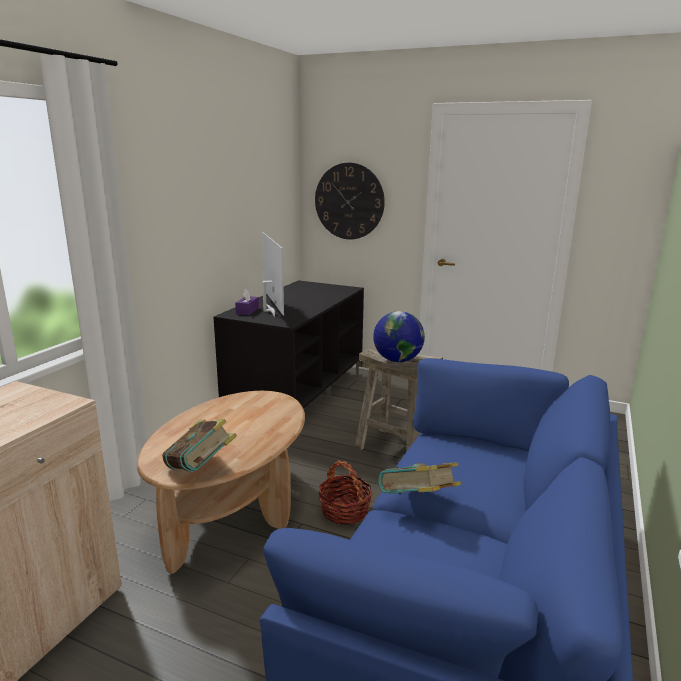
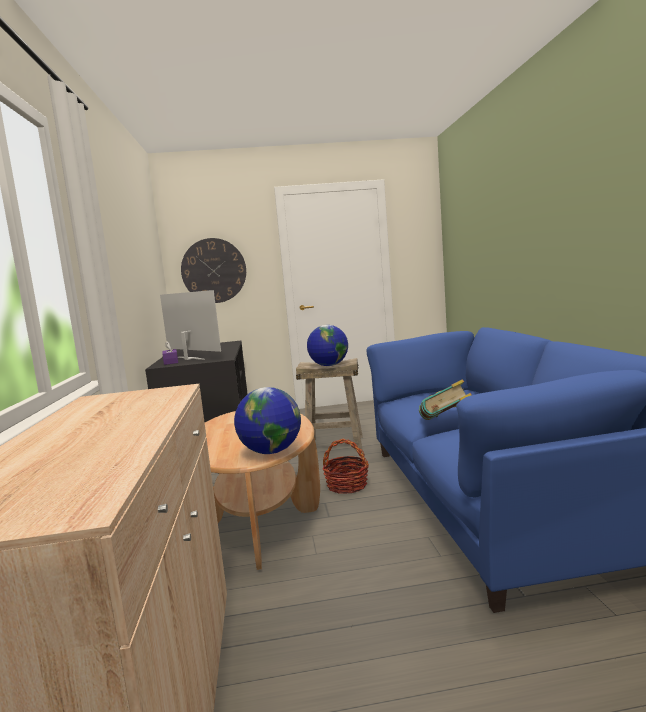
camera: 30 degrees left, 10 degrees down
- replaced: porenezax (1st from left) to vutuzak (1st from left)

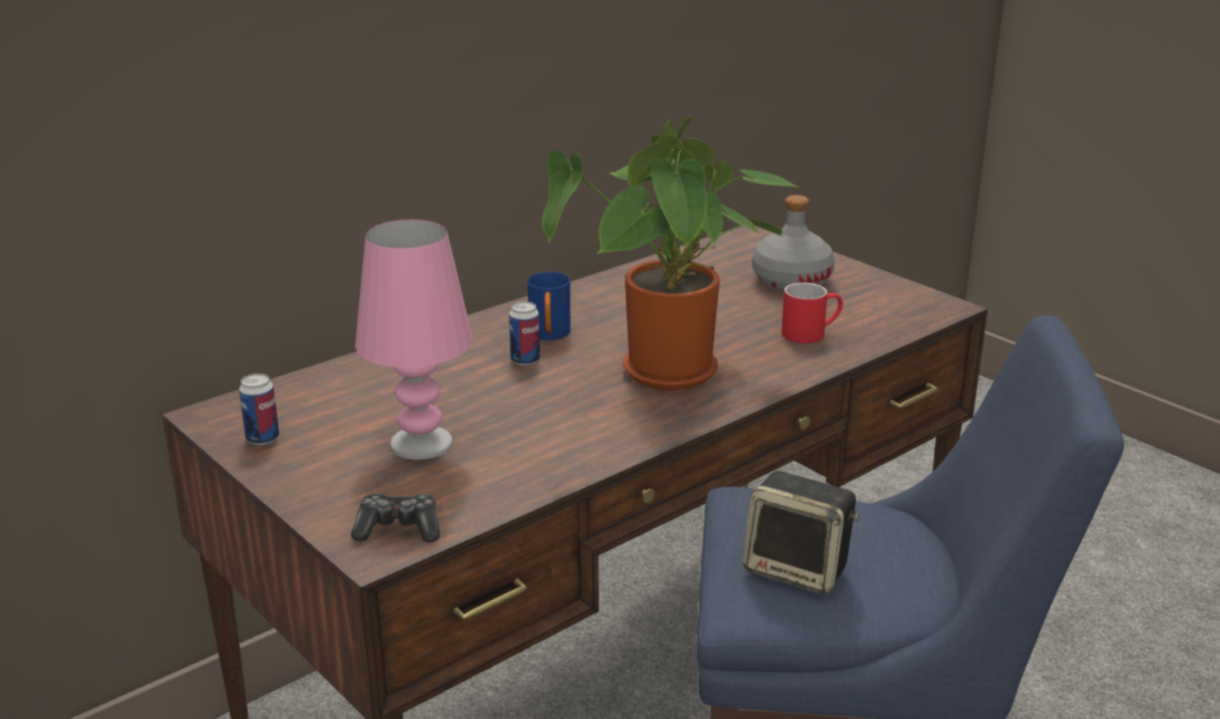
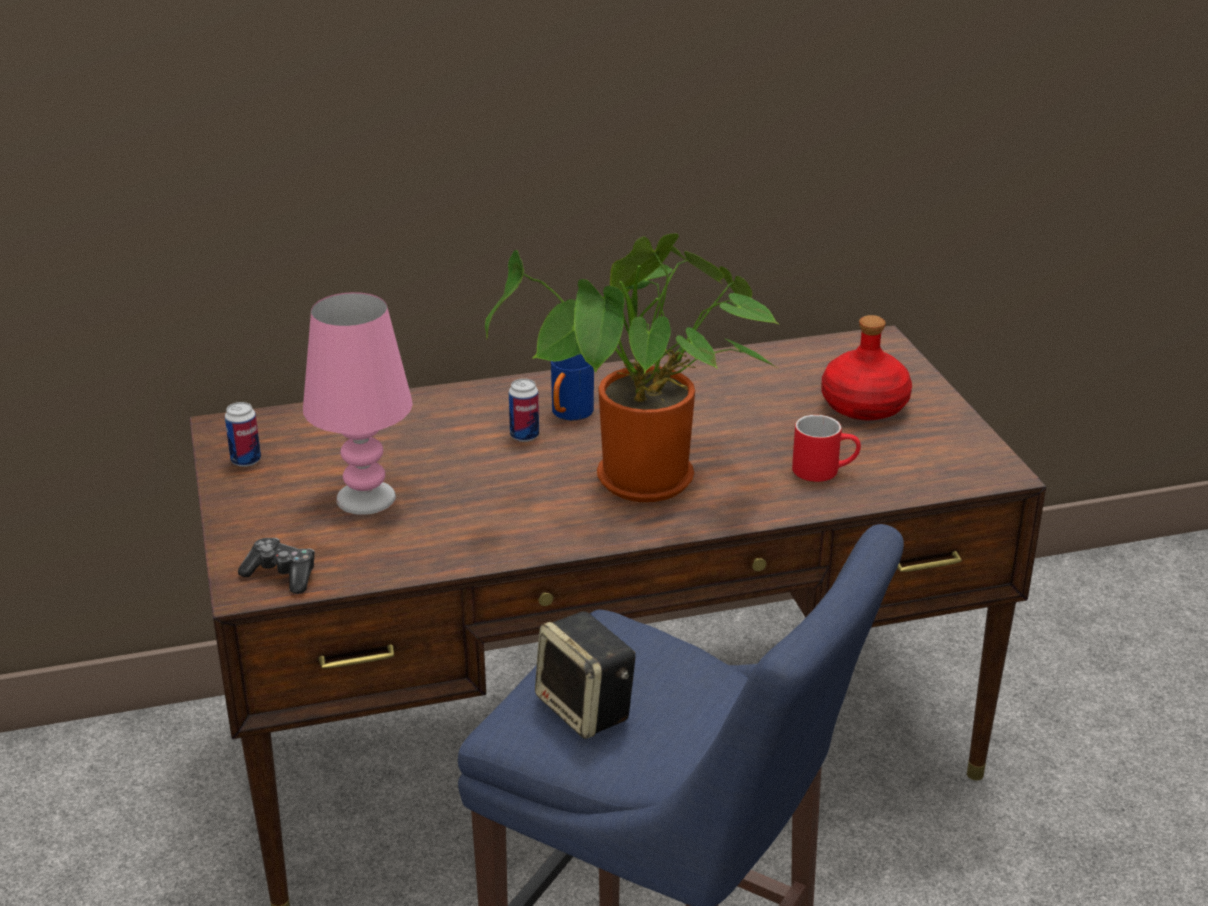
camera: 25 degrees right, 5 degrees up
- recoloured: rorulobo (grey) to rorulobo (red)

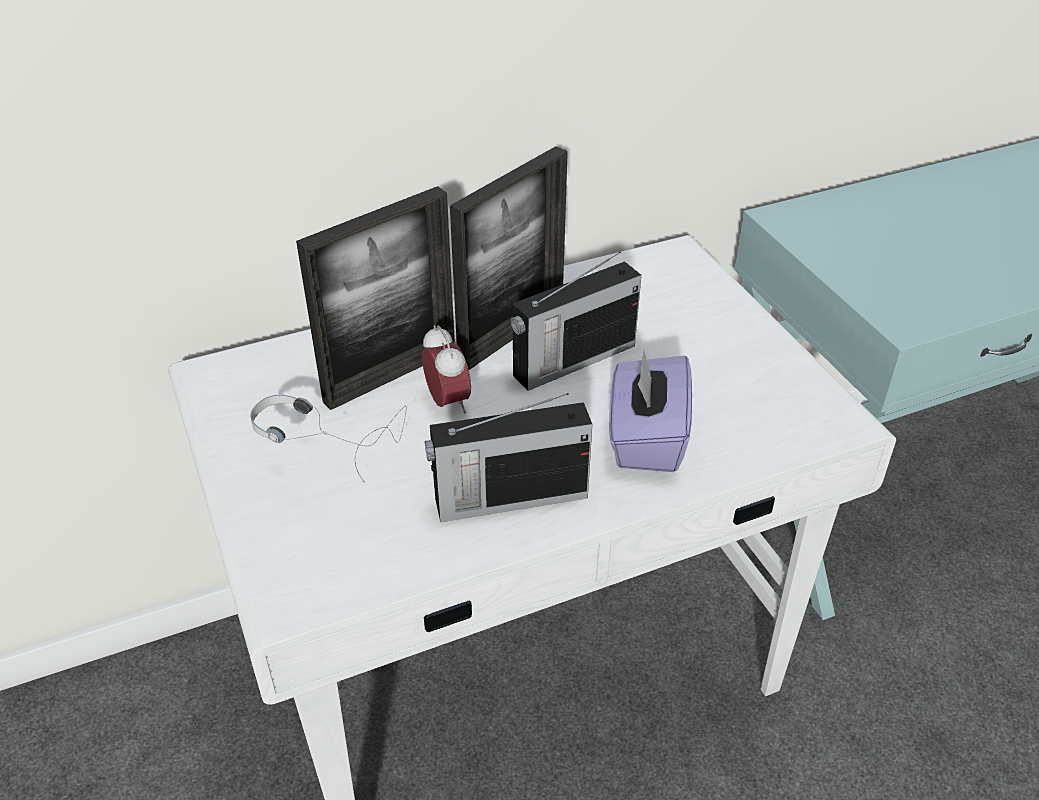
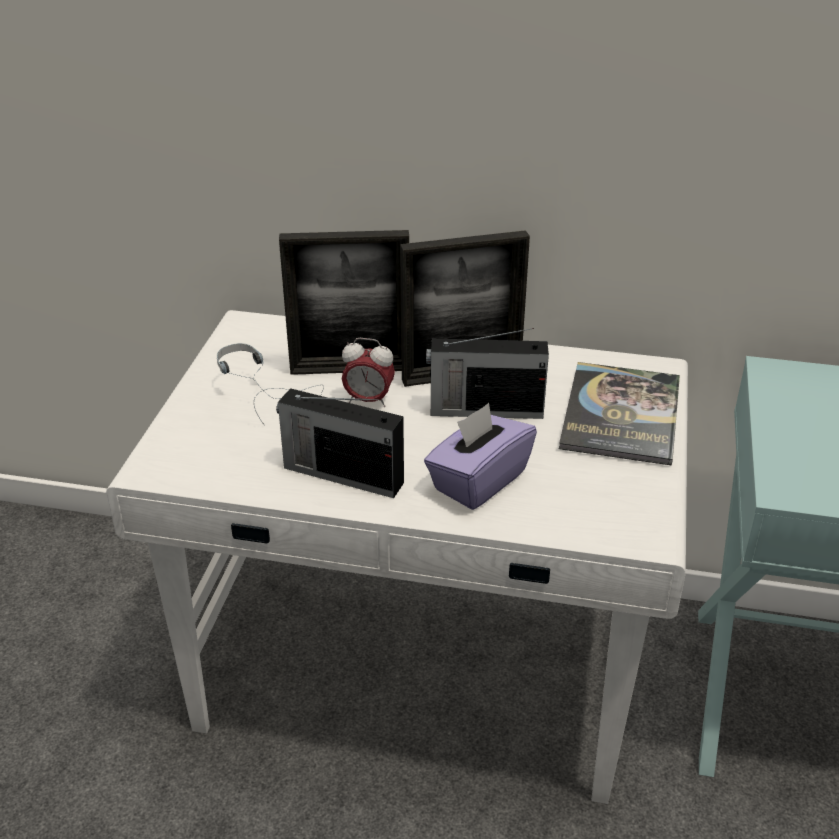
camera: 35 degrees right, 5 degrees down
- turned: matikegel 90 degrees clockwise
- added: porenezax

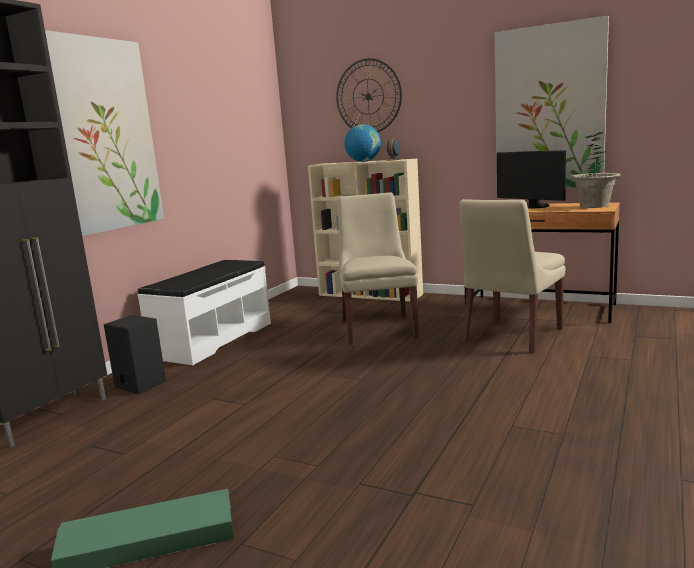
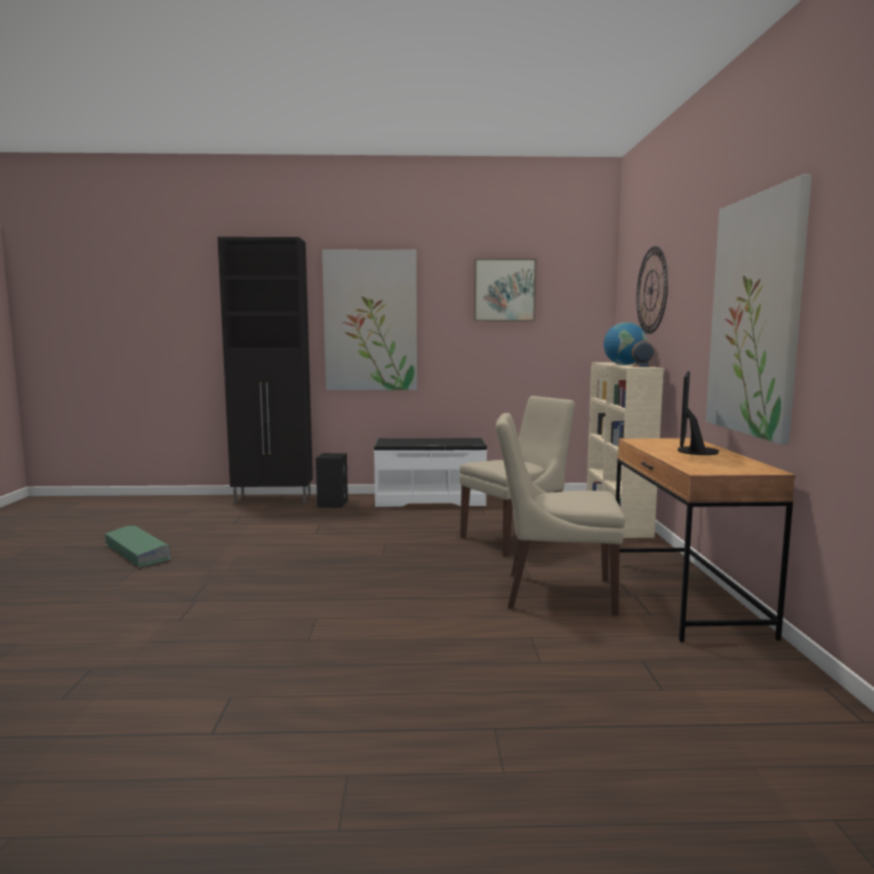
camera: 60 degrees right, 5 degrees down
- added: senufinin (2nd from left)
- removed: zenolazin

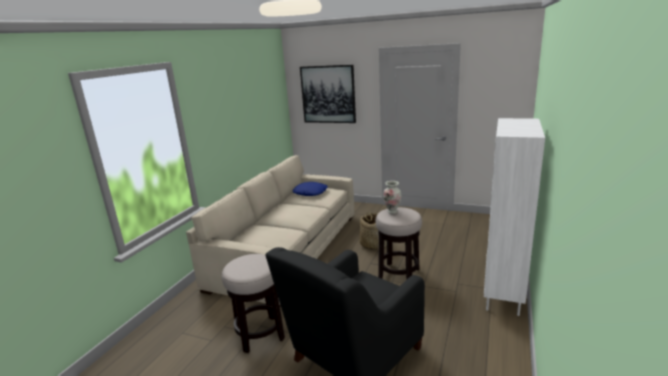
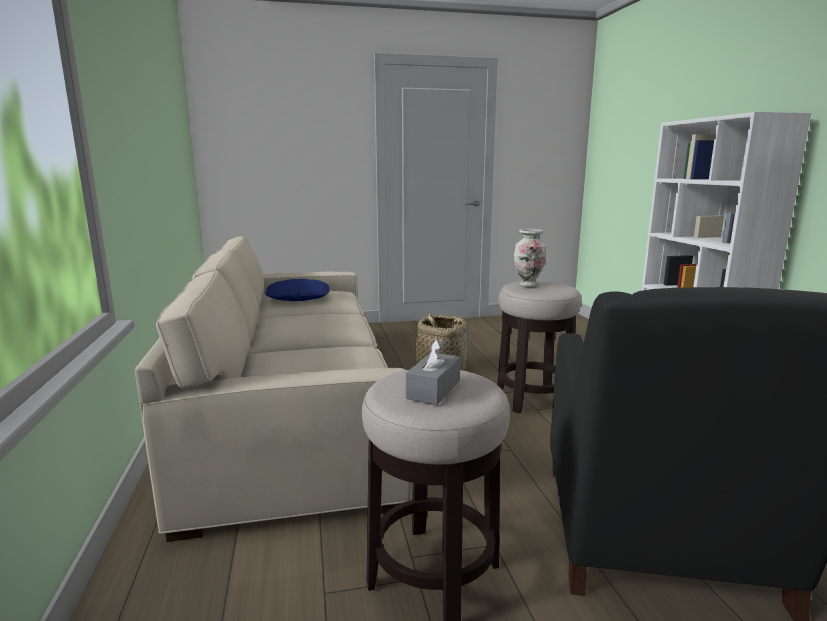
camera: 35 degrees left, 5 degrees down
- added: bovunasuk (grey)
- removed: senufinin

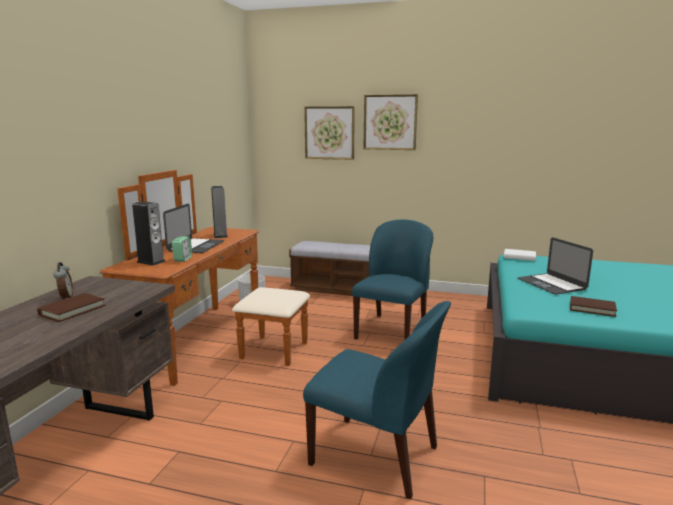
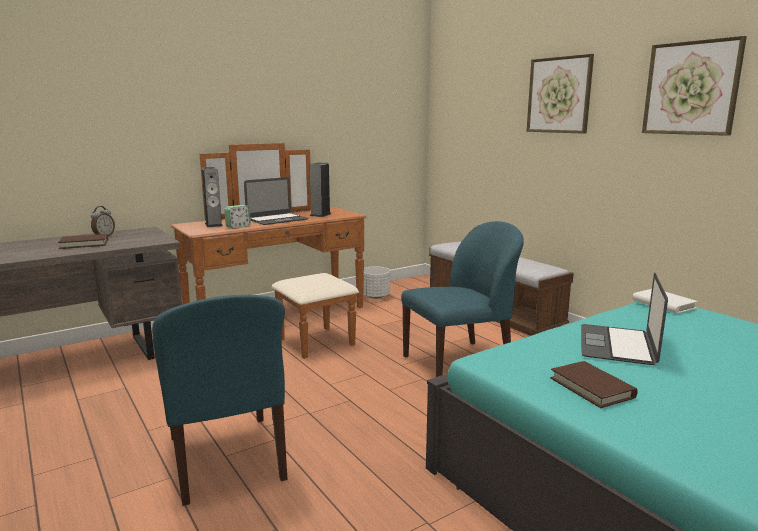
camera: 40 degrees right, 0 degrees up
- moved: senufinin (1st from left in the first image) to senufinin (2nd from left)

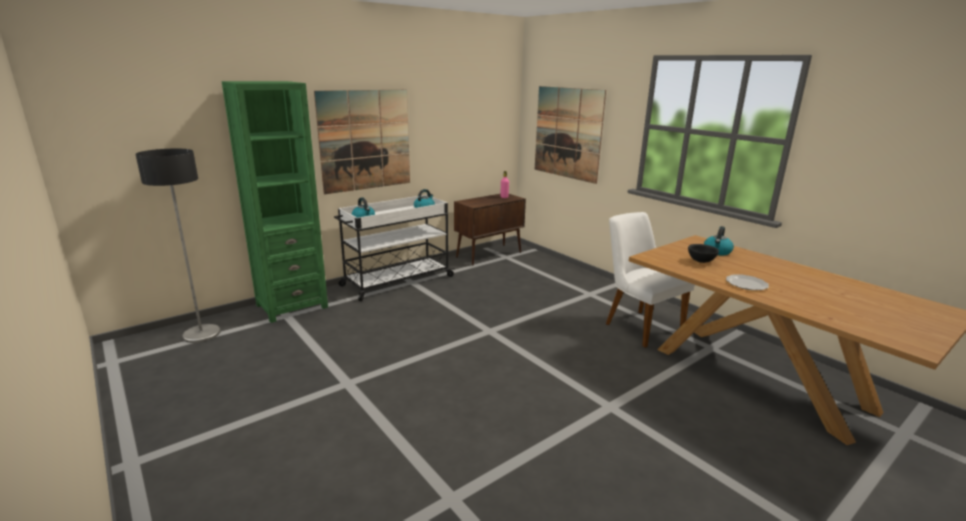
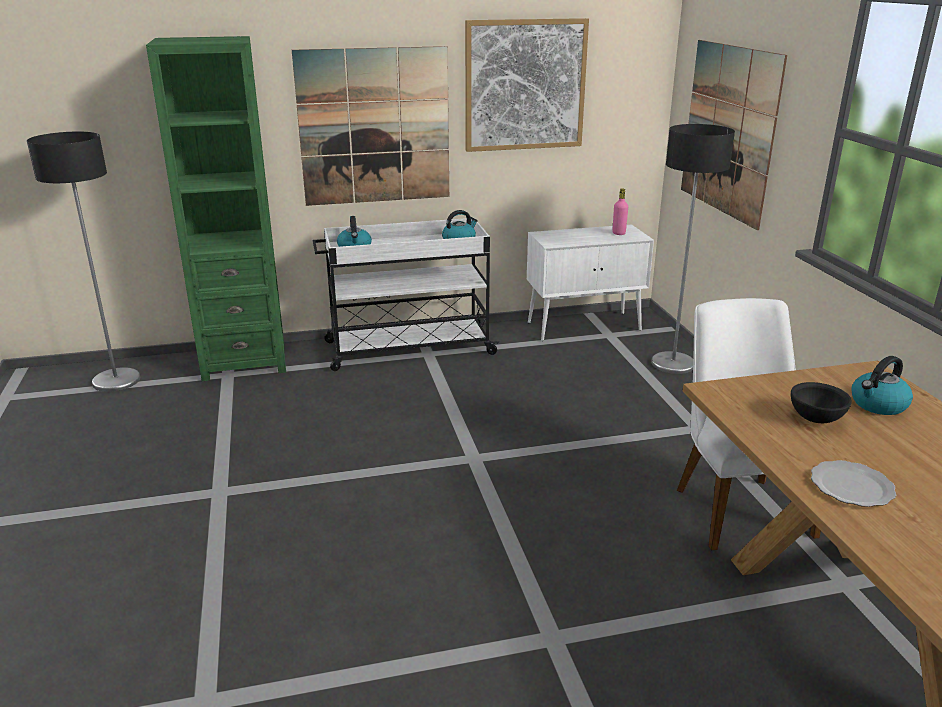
camera: 25 degrees right, 5 degrees up
- added: senufinin (2nd from left)
- recoloured: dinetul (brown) to dinetul (white)
- added: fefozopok (2nd from left)

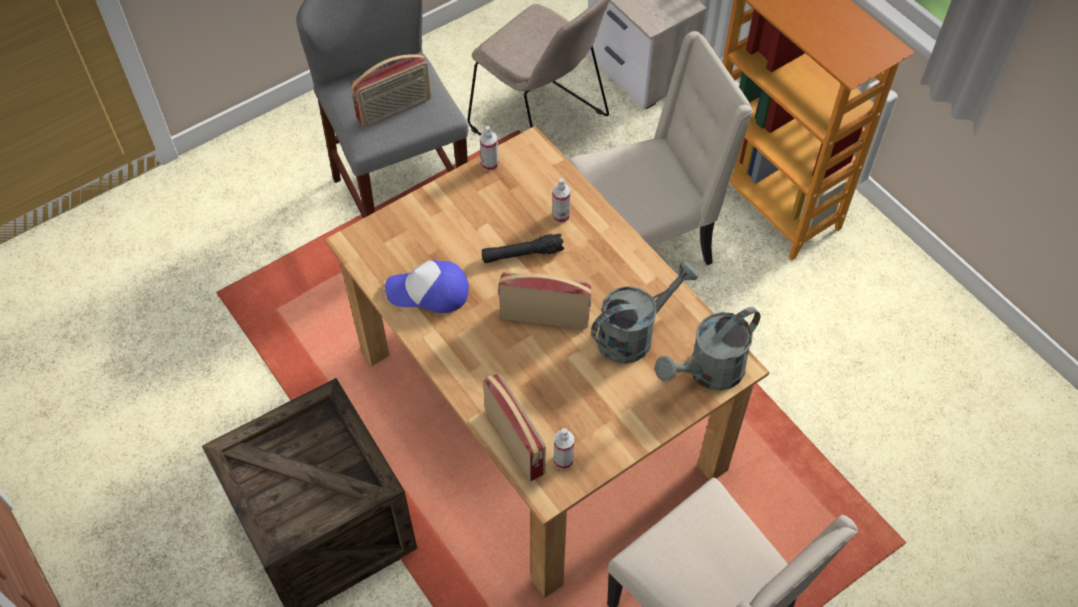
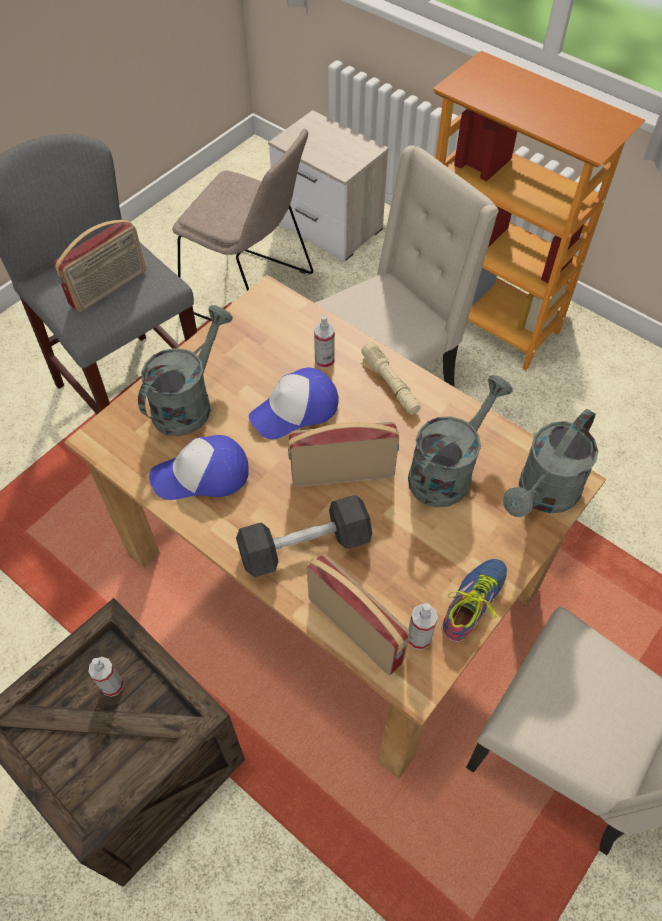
camera: 15 degrees left, 0 degrees up
- moved: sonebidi (1st from left)
- added: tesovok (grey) (1st from left)
- added: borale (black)
- replaced: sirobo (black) to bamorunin (2nd from left)
- added: sirobo (beige)
- added: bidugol

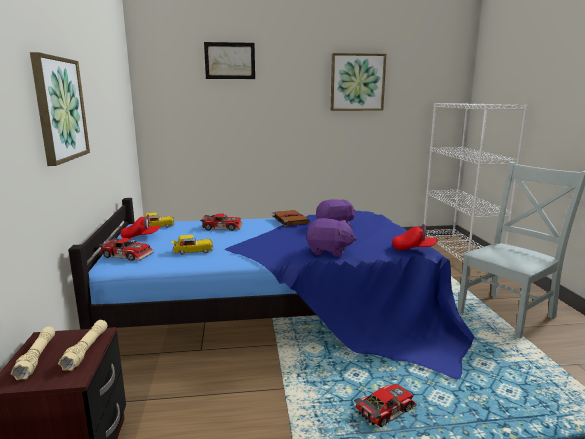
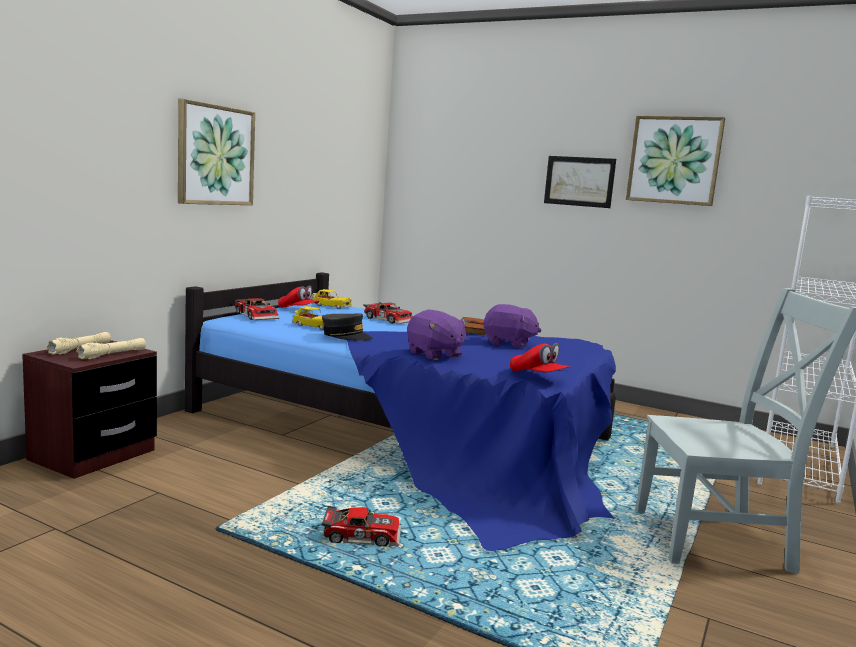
camera: 35 degrees right, 5 degrees down
- added: bamorunin (grey)
- moved: senufinin (2nd from left)

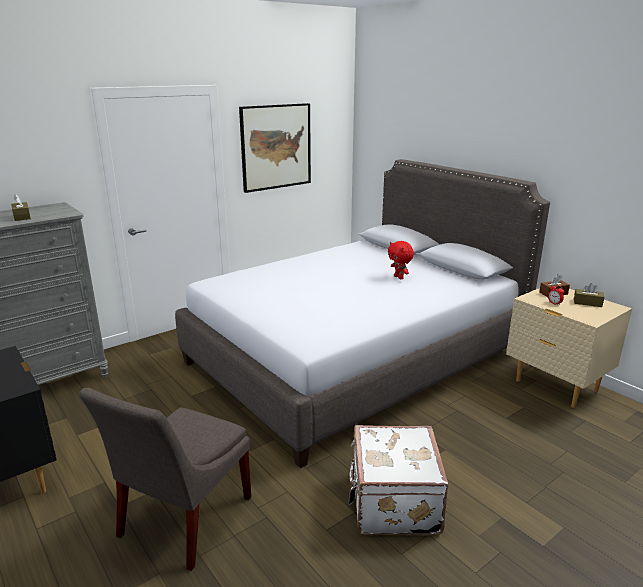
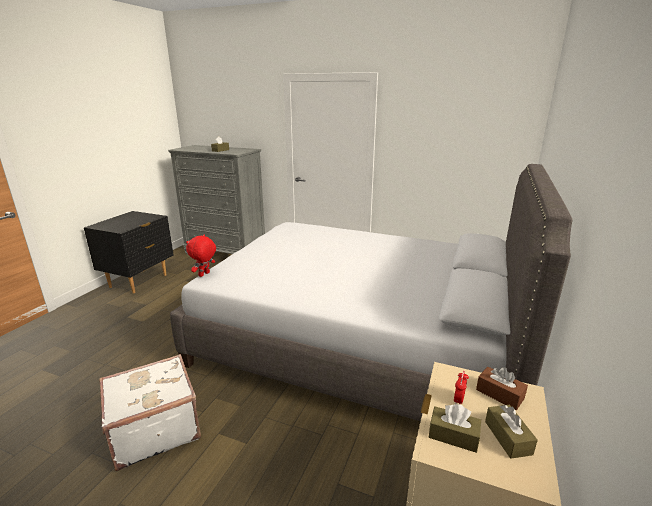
camera: 60 degrees right, 0 degrees up
- moved: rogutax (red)
- added: bovunasuk (brown) (2nd from left)
- removed: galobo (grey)
- removed: senufinin

